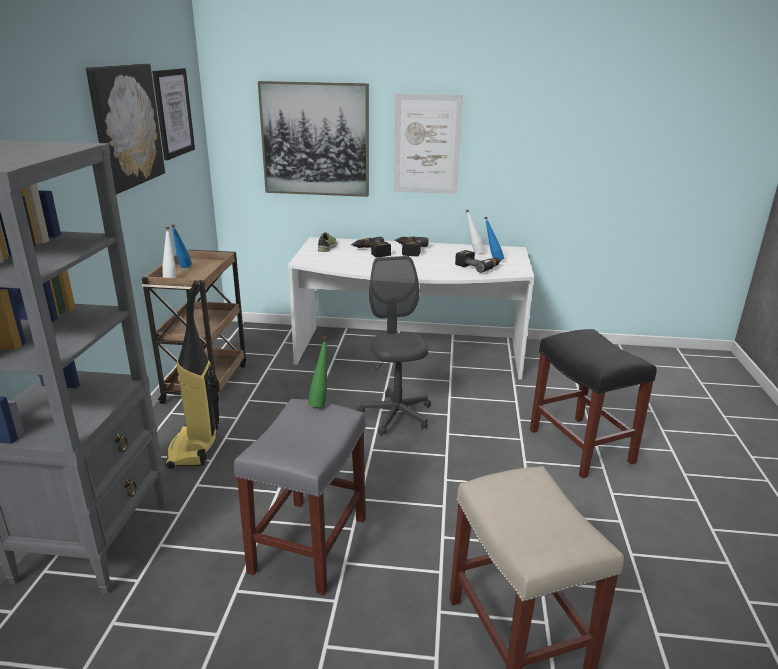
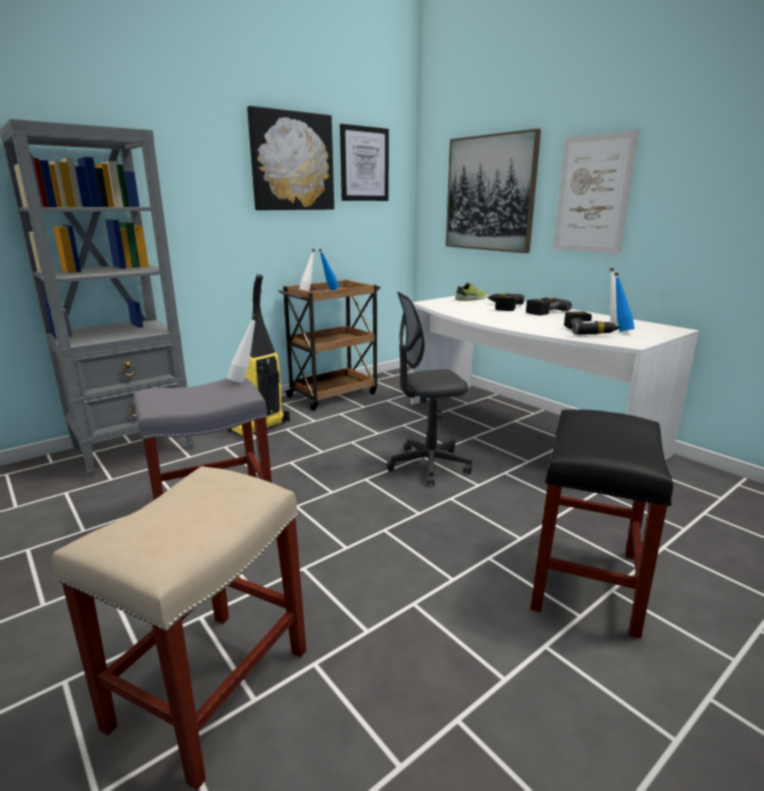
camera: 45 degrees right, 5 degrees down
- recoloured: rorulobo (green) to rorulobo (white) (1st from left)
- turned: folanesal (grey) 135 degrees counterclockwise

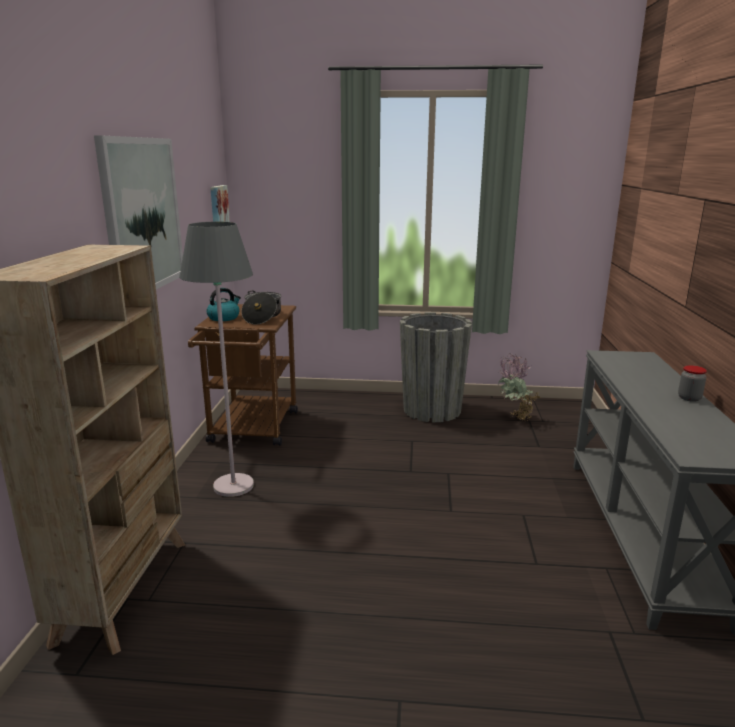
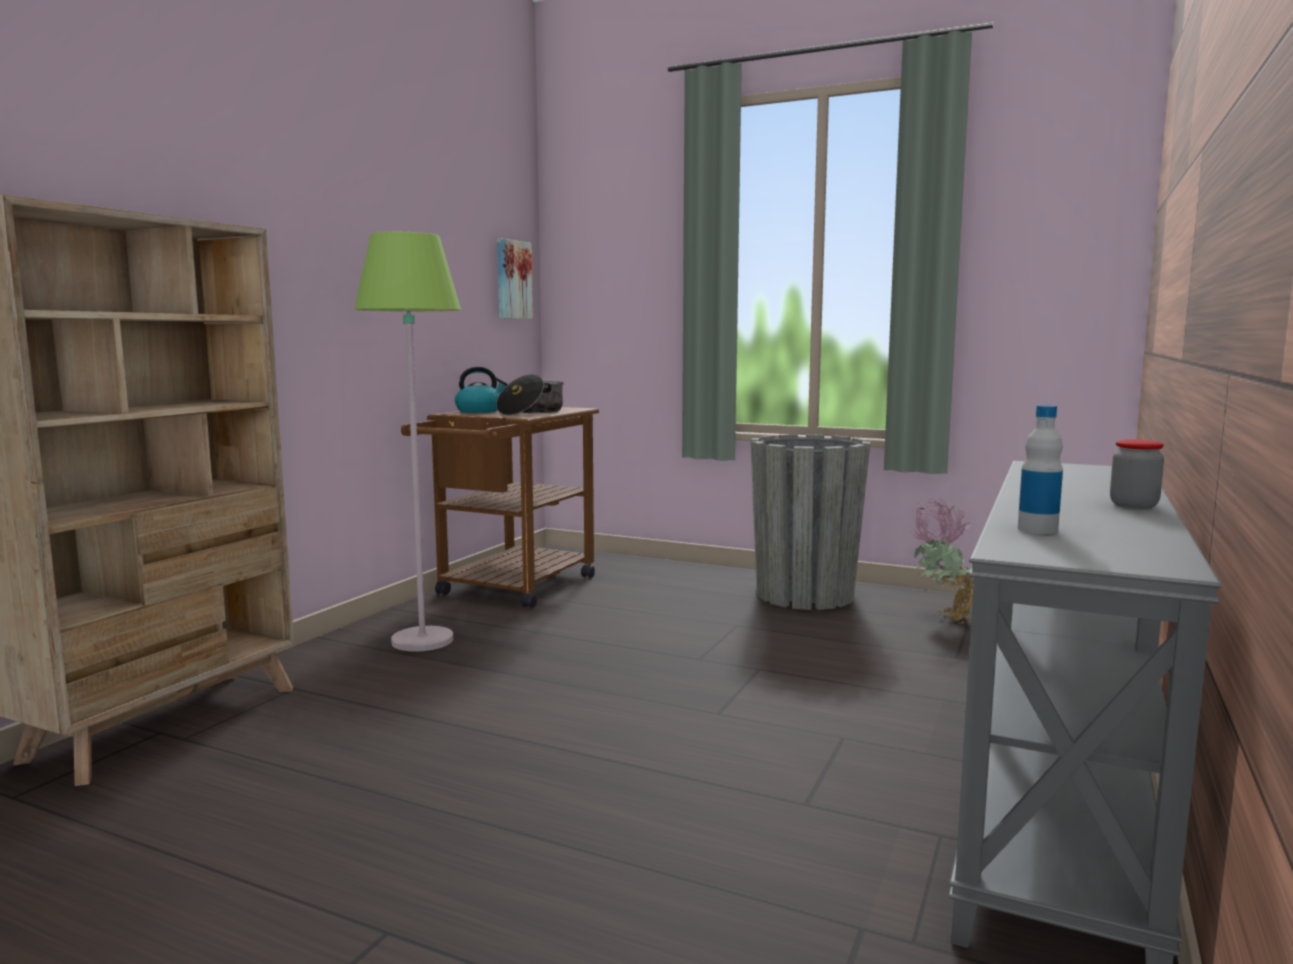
camera: 20 degrees right, 10 degrees down
- recoloured: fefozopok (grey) to fefozopok (green)
- added: rorulobo
- removed: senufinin (1st from left)

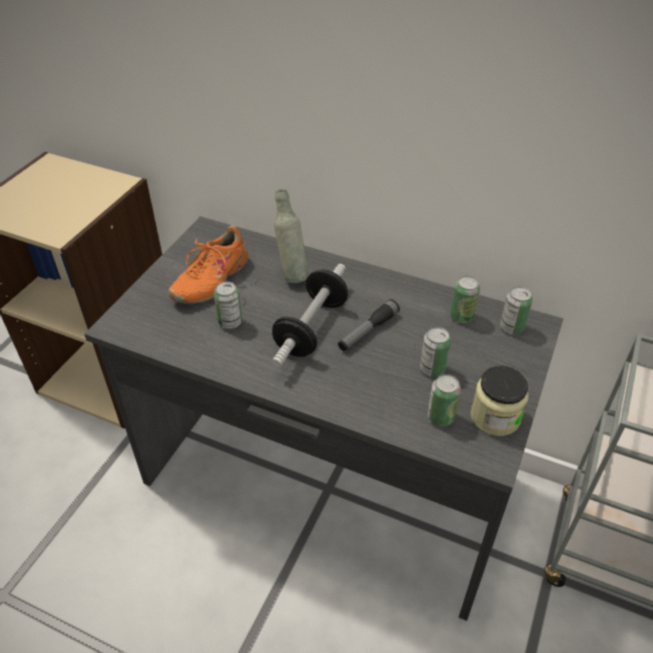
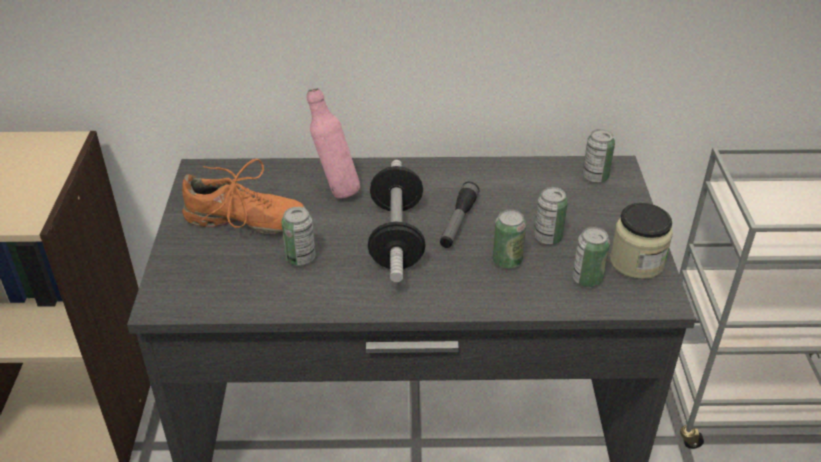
camera: 25 degrees left, 5 degrees down
- turned: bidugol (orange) 90 degrees counterclockwise
- recoloured: rorulobo (grey) to rorulobo (pink)
- moved: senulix (4th from left in the first image) to senulix (2nd from left)

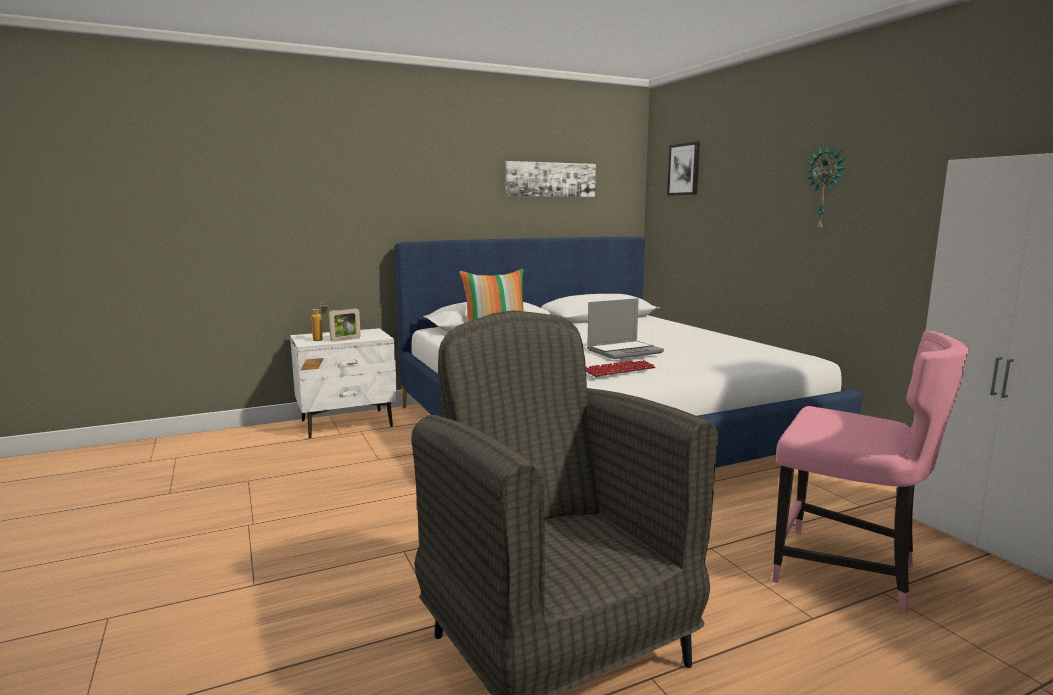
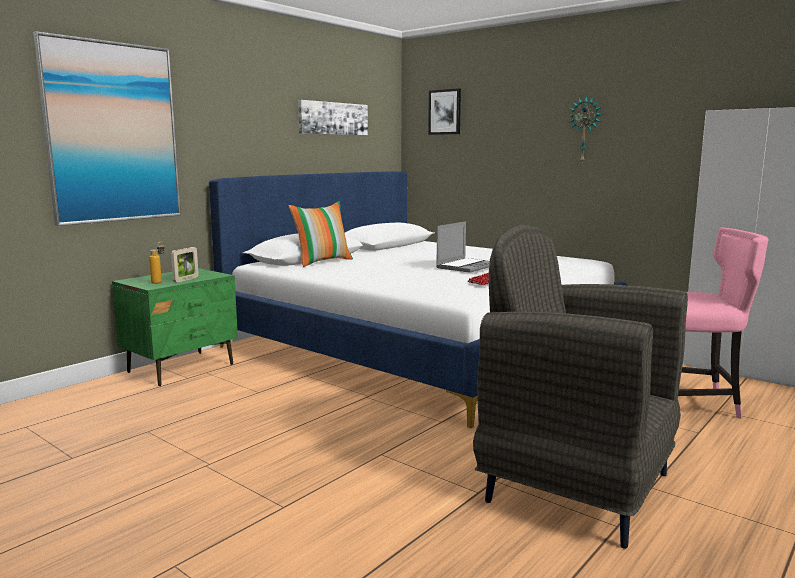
camera: 25 degrees left, 0 degrees up
- added: senufinin (1st from left)
- recoloured: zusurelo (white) to zusurelo (green)

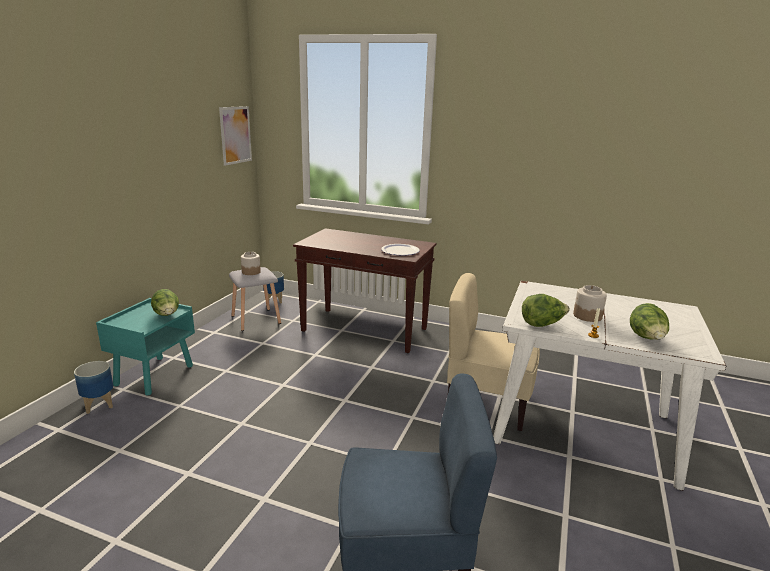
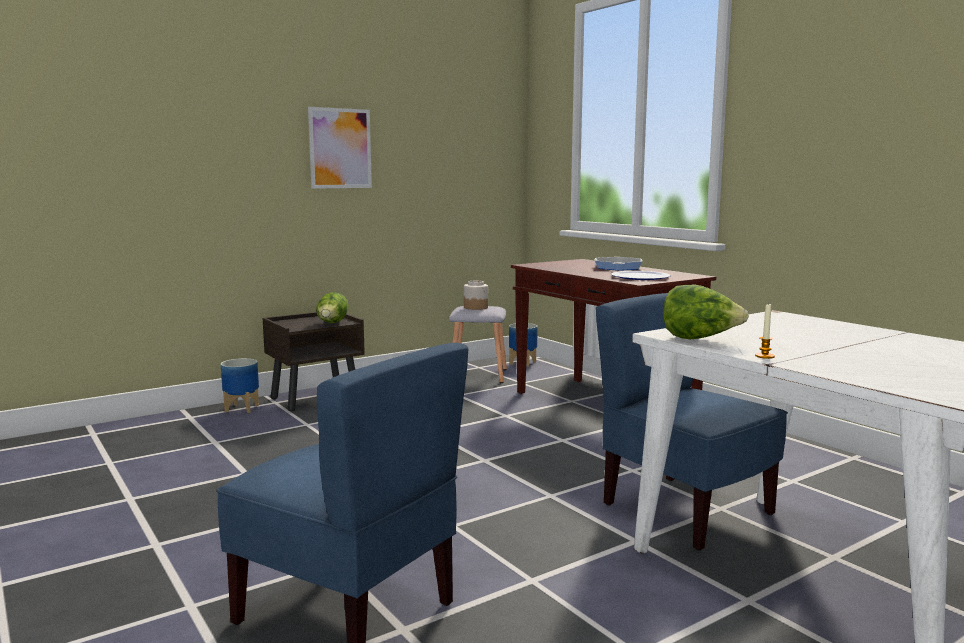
camera: 35 degrees right, 10 degrees down
- recoloured: zusurelo (turquoise) to zusurelo (brown)
- moved: senufinin
- added: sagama
- recoloured: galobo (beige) to galobo (blue) (2nd from left)
- removed: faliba (2nd from left)
- removed: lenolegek (3rd from left)

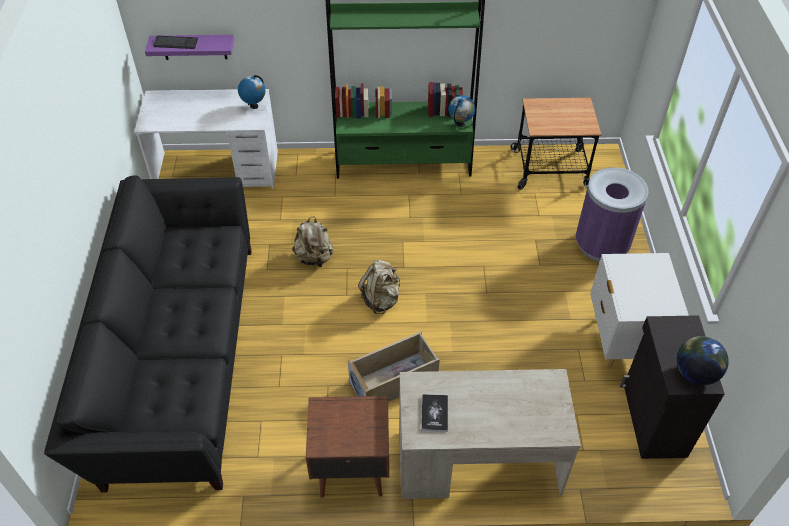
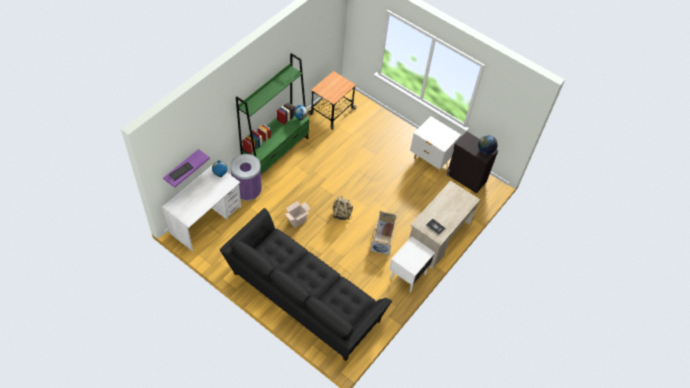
camera: 55 degrees left, 5 degrees up
- moved: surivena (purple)
- replaced: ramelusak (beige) (1st from left) to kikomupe
- recoloured: zusurelo (brown) to zusurelo (white) (1st from left)

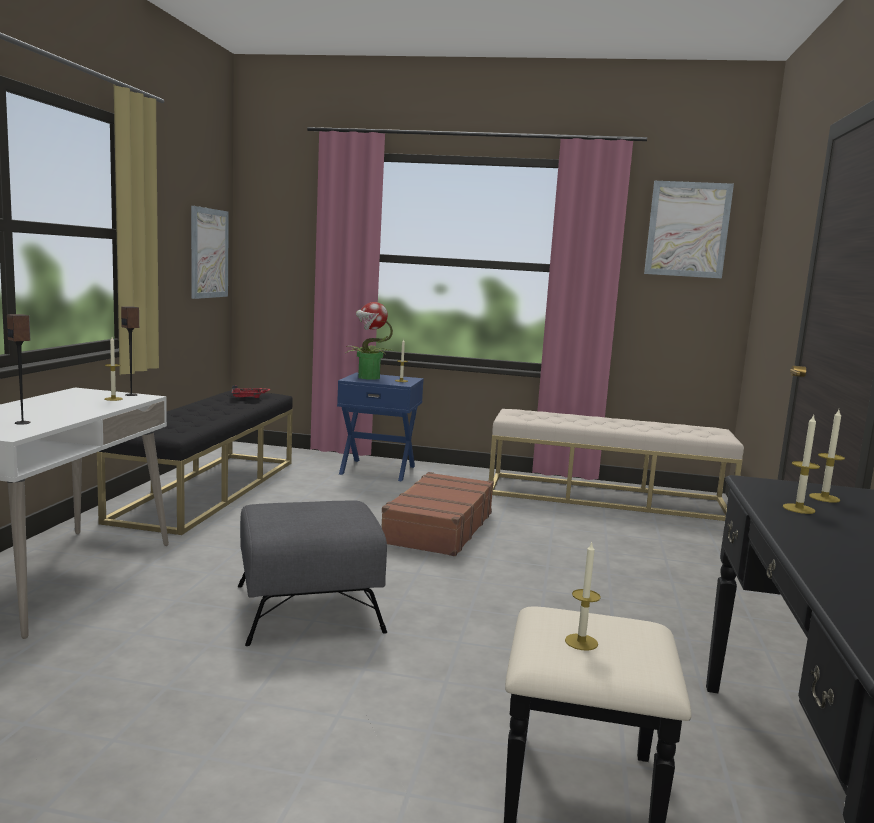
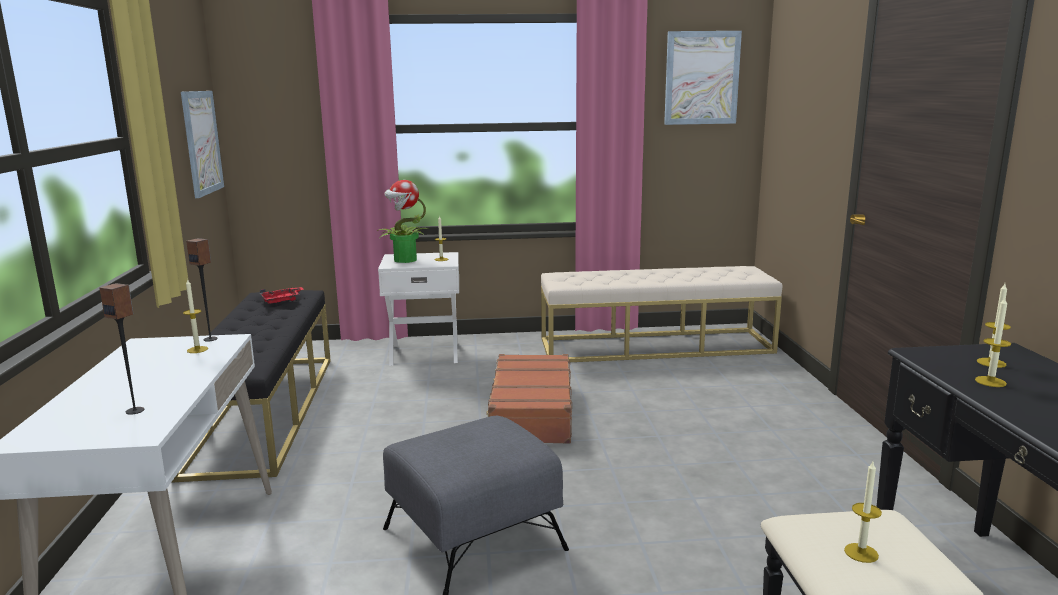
camera: 15 degrees left, 5 degrees up
- recoloured: zusurelo (blue) to zusurelo (white)

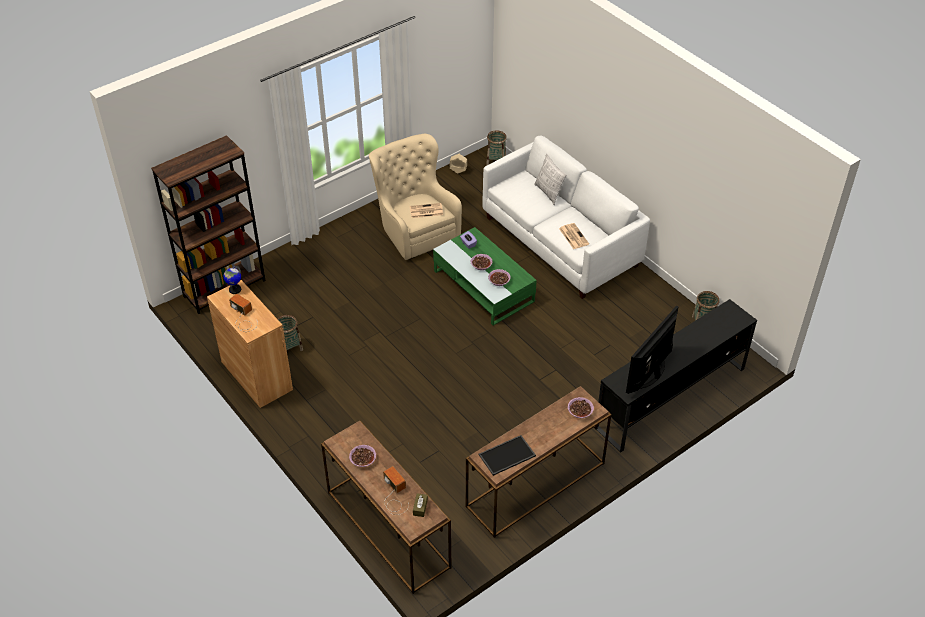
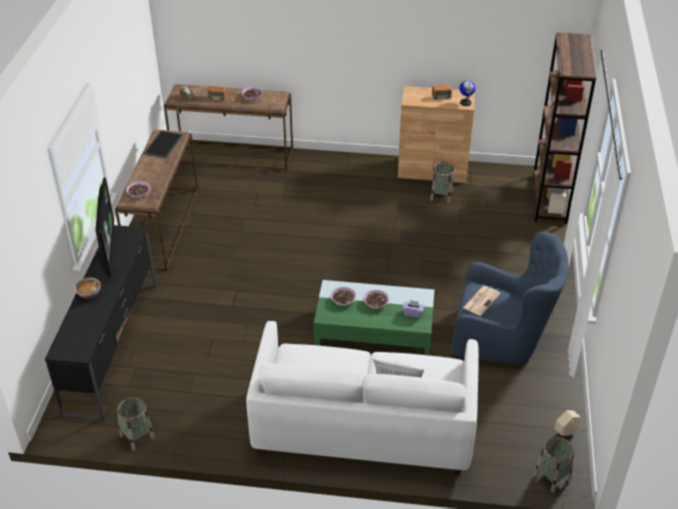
camera: 135 degrees right, 5 degrees down
- added: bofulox (1st from left)
- recoloured: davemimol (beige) to davemimol (blue)
- removed: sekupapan (2nd from left)

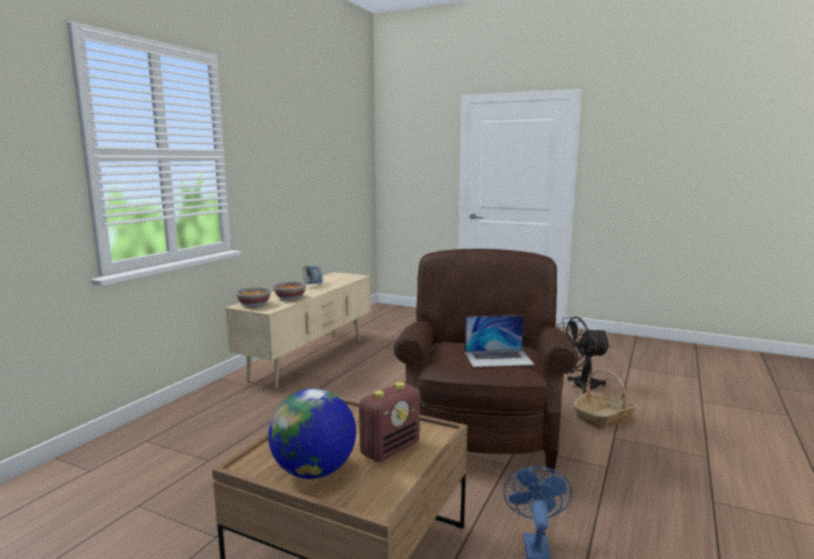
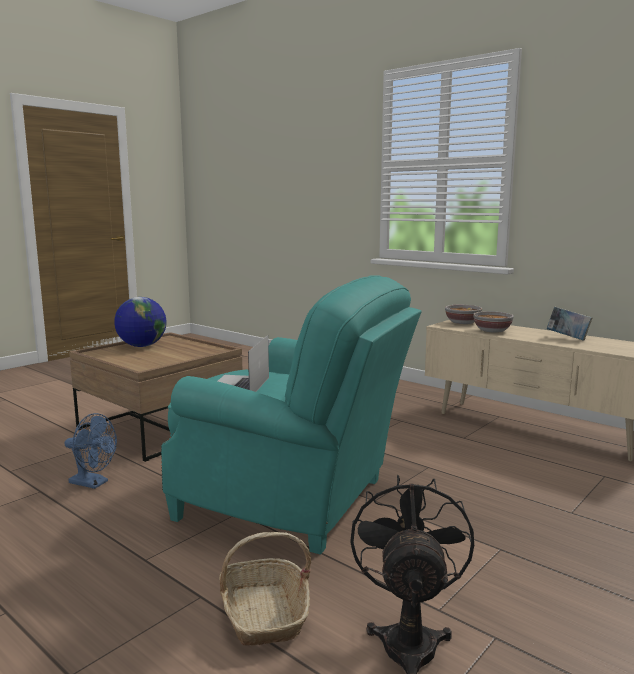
camera: 105 degrees right, 0 degrees up
- recoloured: davemimol (brown) to davemimol (turquoise)
- removed: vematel

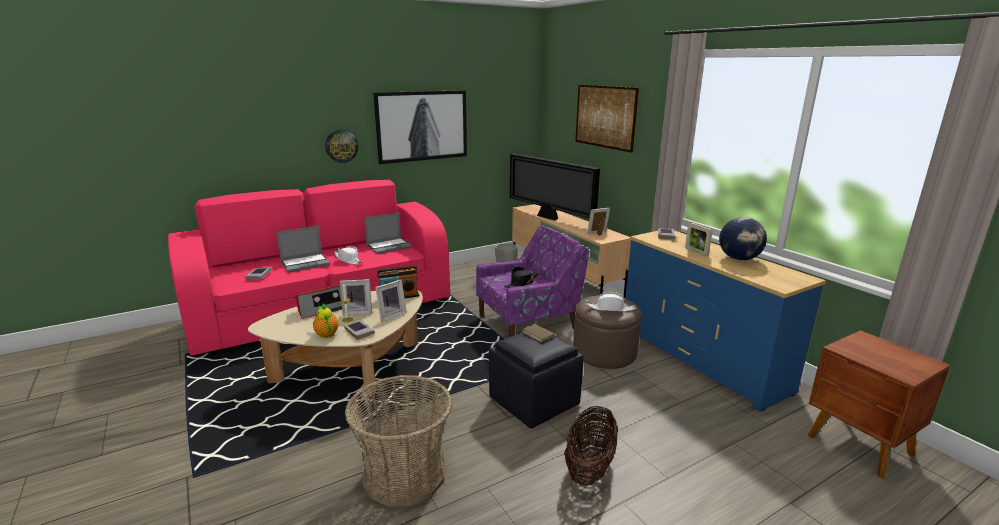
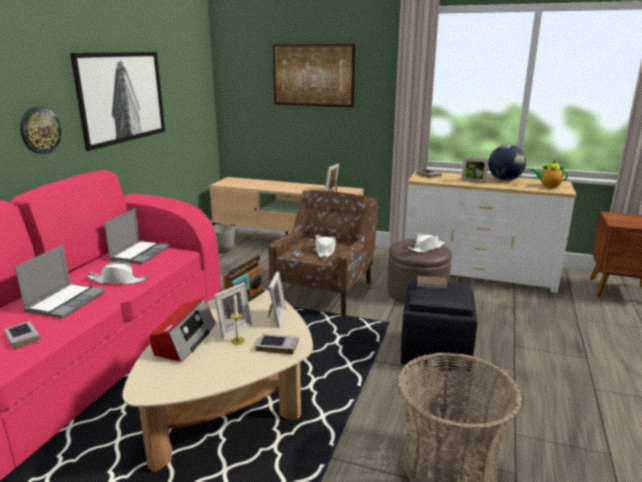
camera: 40 degrees left, 0 degrees up
- recoloured: davemimol (purple) to davemimol (brown)
- recoloured: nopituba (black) to nopituba (white) (2nd from left)
- recoloured: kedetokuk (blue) to kedetokuk (white)
- moved: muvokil
- removed: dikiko
- removed: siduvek (2nd from left)

